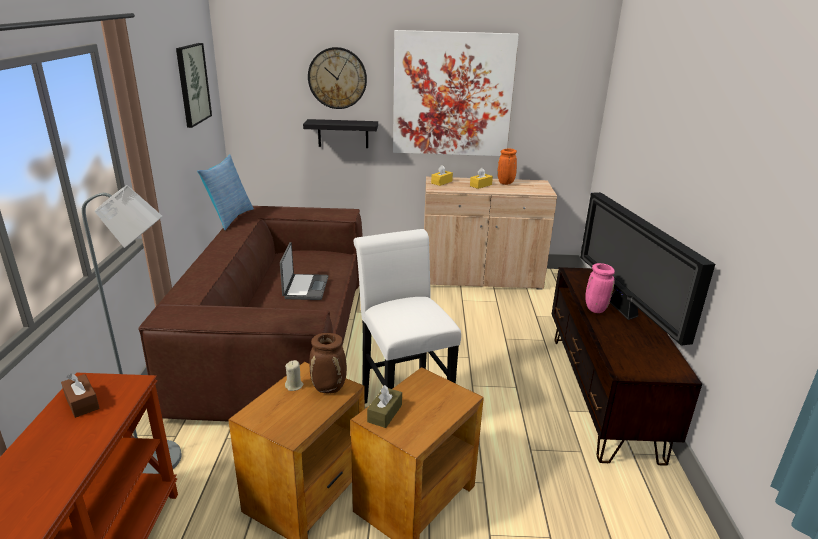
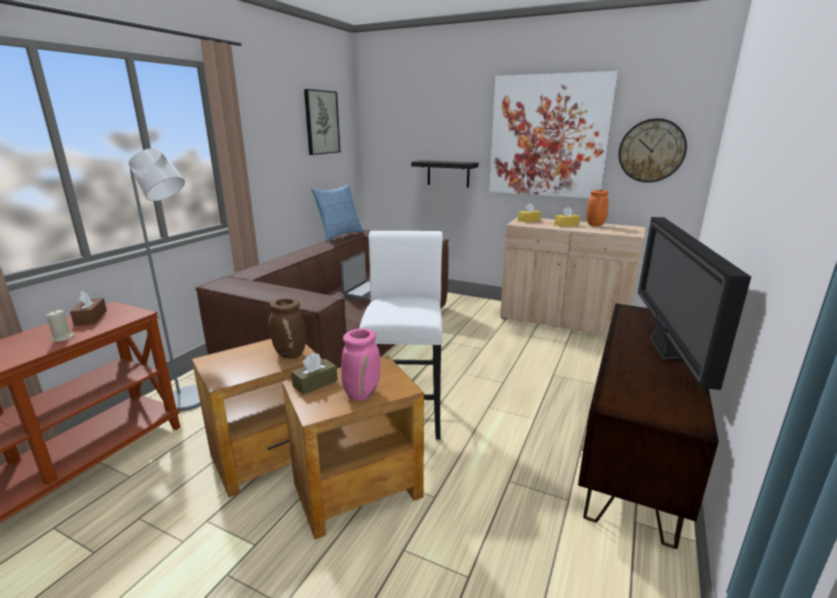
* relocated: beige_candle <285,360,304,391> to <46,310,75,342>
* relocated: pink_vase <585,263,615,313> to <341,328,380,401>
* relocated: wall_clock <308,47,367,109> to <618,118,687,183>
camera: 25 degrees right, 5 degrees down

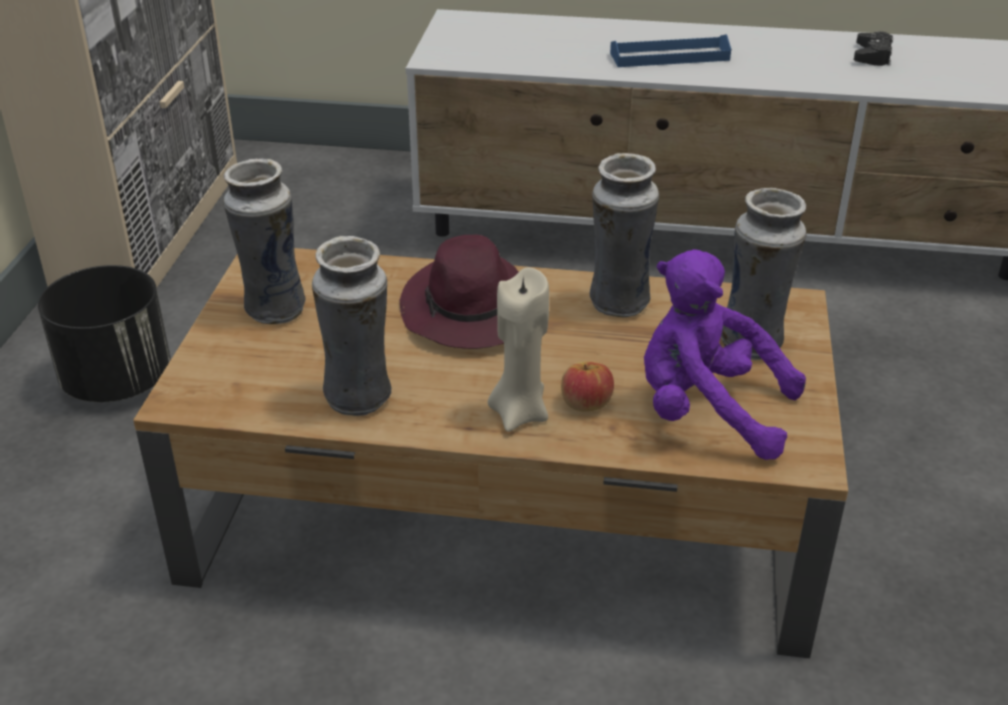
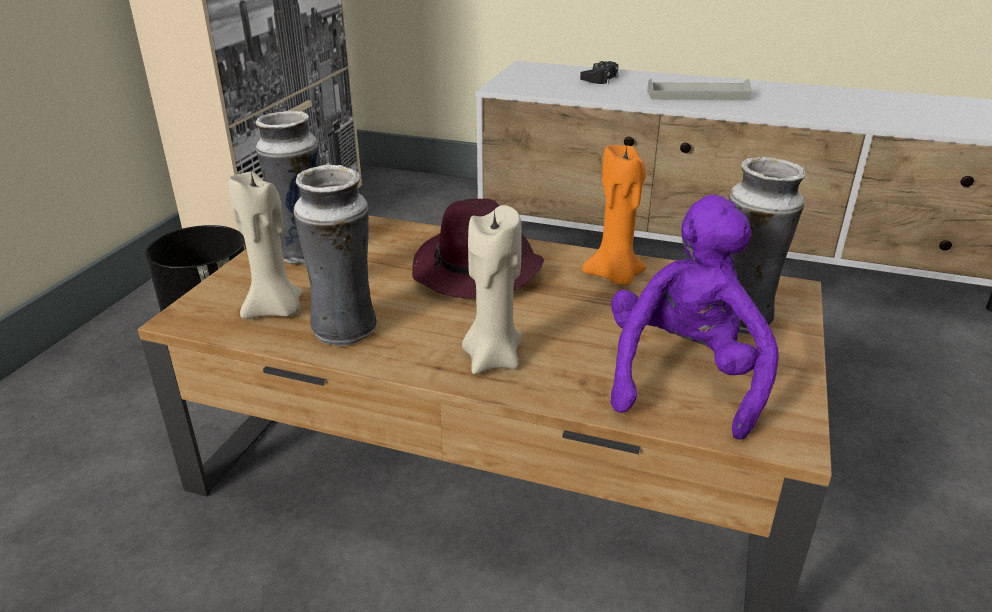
* appeared: beige_candle <228,172,302,319>
* relocated: blackish_joypad <854,32,893,66> to <580,61,619,84>
* exchanged: vase <590,153,659,317> to orange_candle <582,145,647,285>
* spun: purplish_soft_toy <644,249,806,460> = <611,195,779,440> 75 degrees clockwise
* colour: bluish_serving_tray <610,34,731,67> to gray_serving_tray <647,78,752,101>
* missing: apple_fruit <561,361,614,411>
camera: 10 degrees right, 5 degrees down

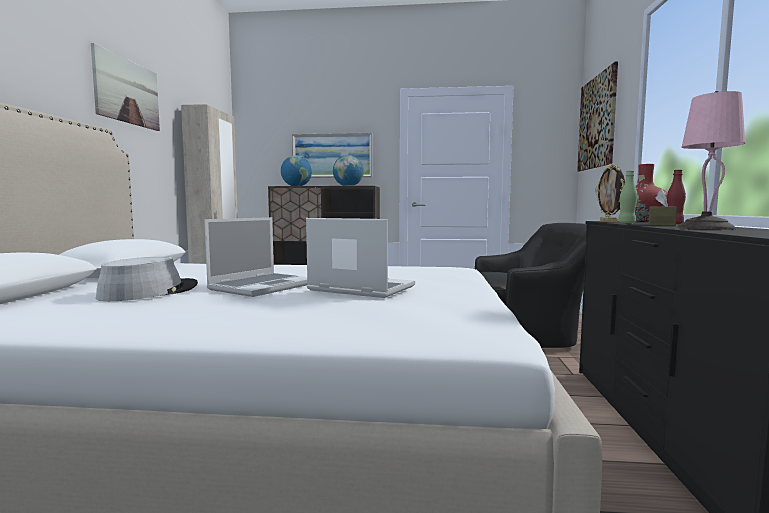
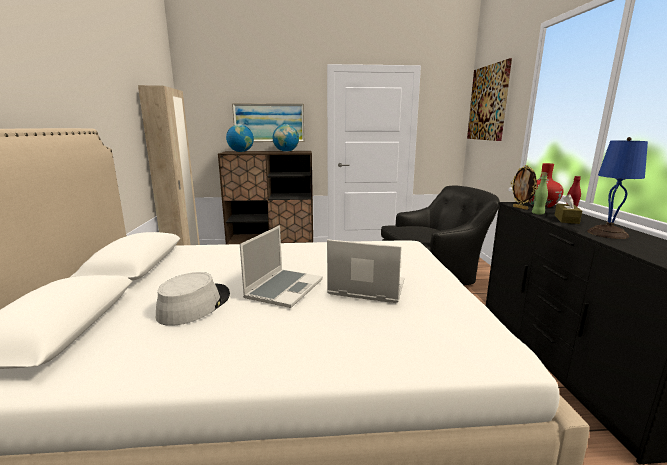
* colour: pink_table_lamp <677,91,745,230> to bluish_table_lamp <587,137,648,239>
* missing: wall_picture <91,43,160,131>
camera: 10 degrees left, 10 degrees up

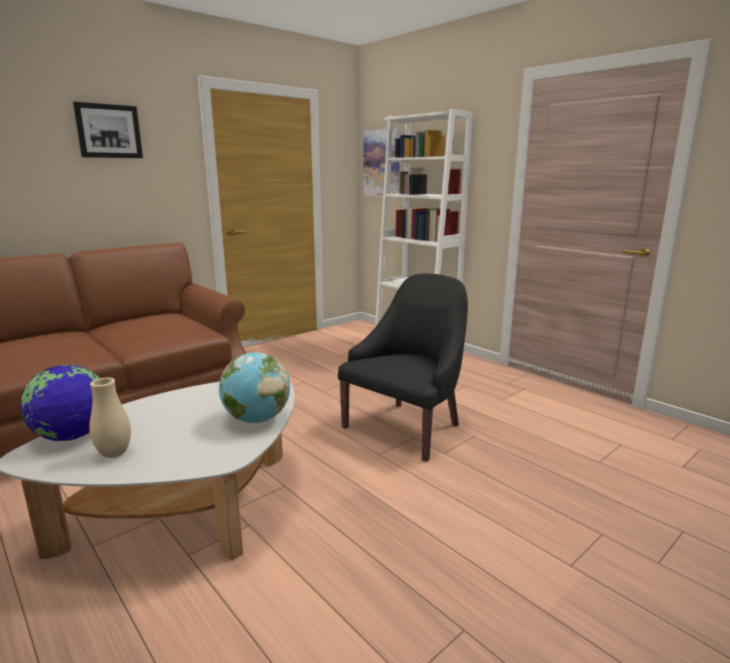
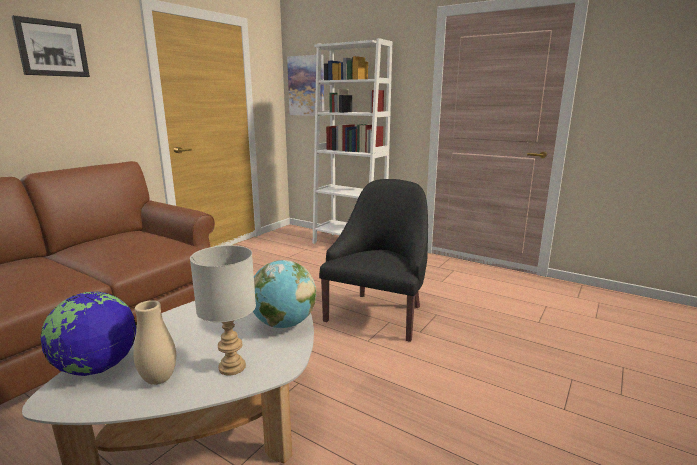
* appeared: gray_table_lamp <190,245,256,376>
camera: 15 degrees left, 0 degrees up

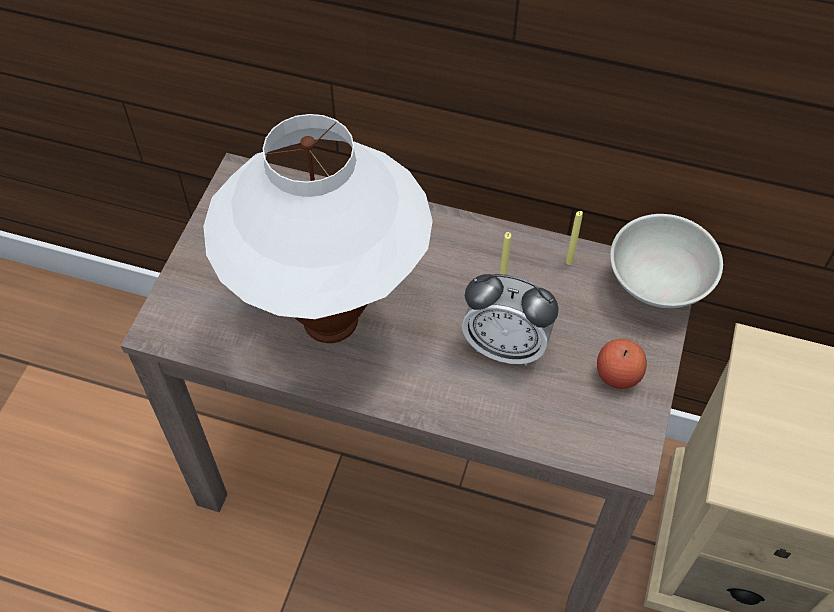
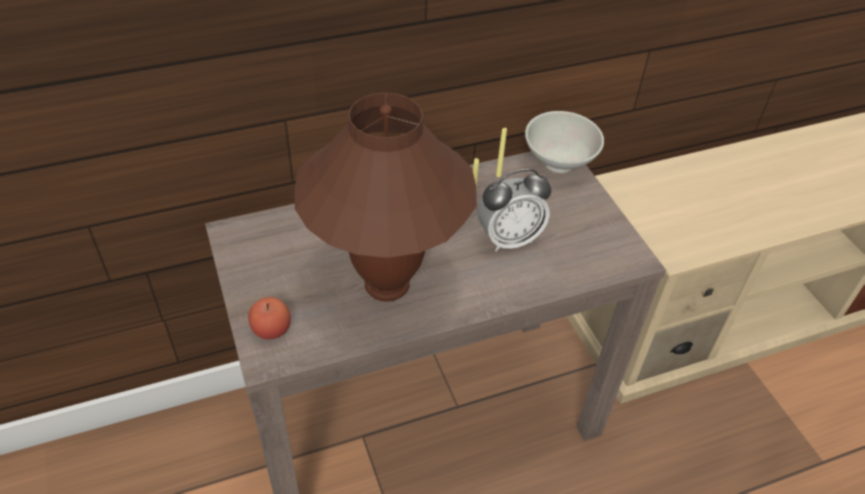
* relocated: apple_fruit <597,339,647,389> to <248,297,291,339>
* colour: white_table_lamp <203,114,433,343> to brownish_table_lamp <295,93,477,302>
camera: 40 degrees left, 10 degrees down

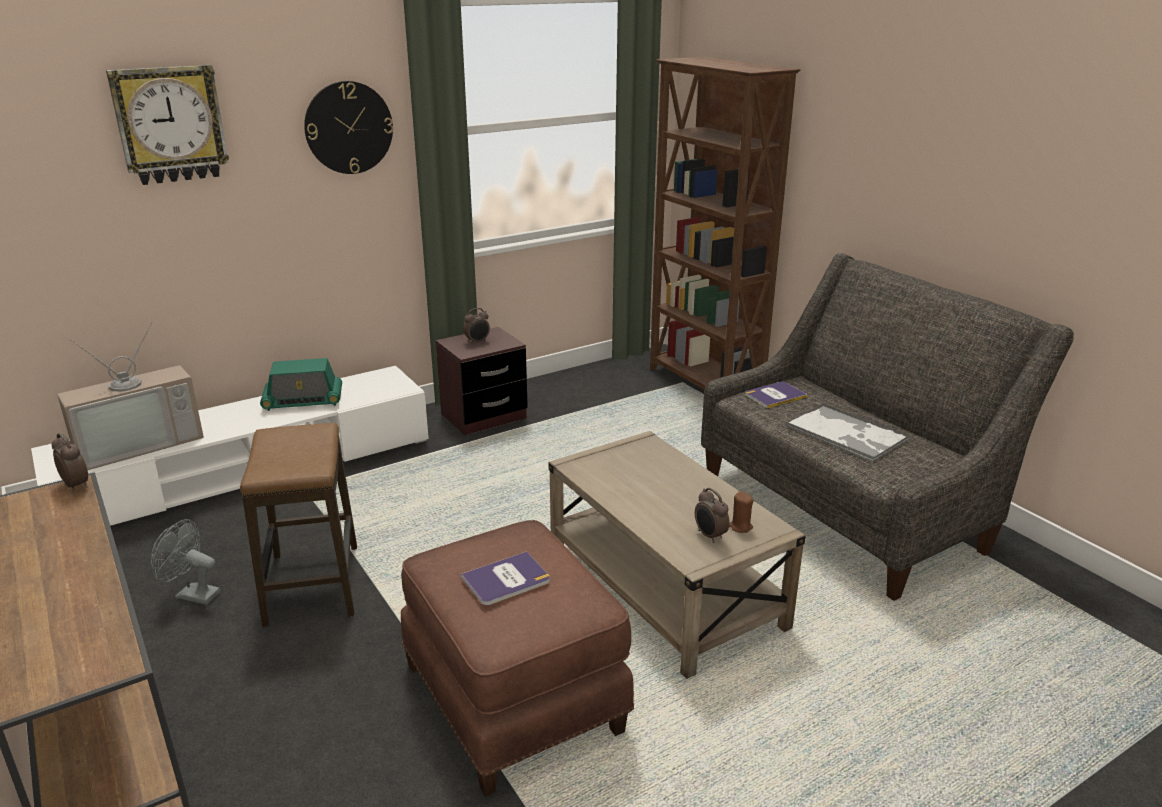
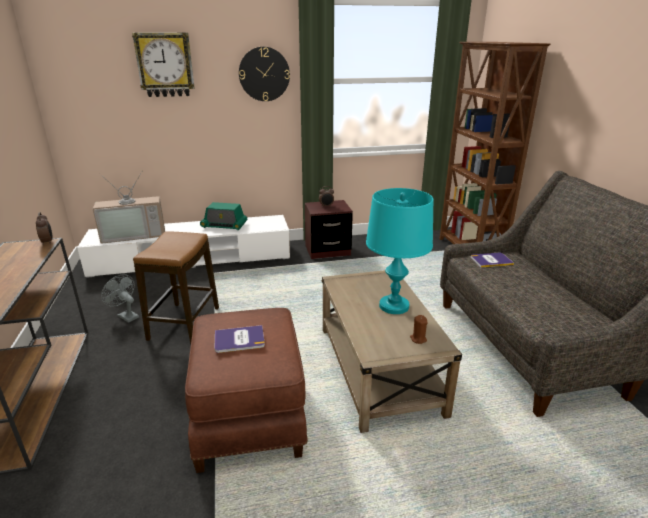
* appeared: turquoise_table_lamp <366,188,434,314>
* missing: table_clock <695,488,730,543>
* missing: serving_tray <786,403,910,462>
camera: 20 degrees right, 0 degrees up

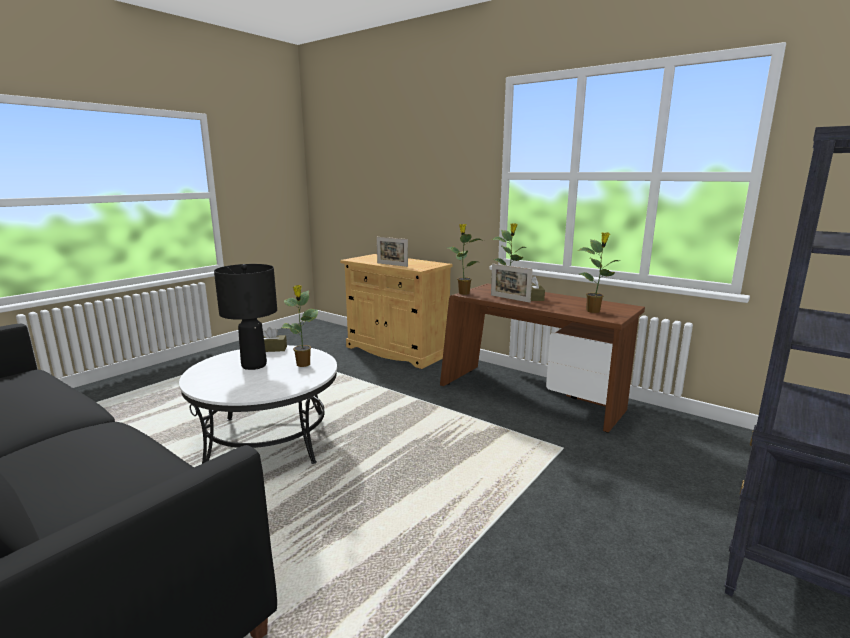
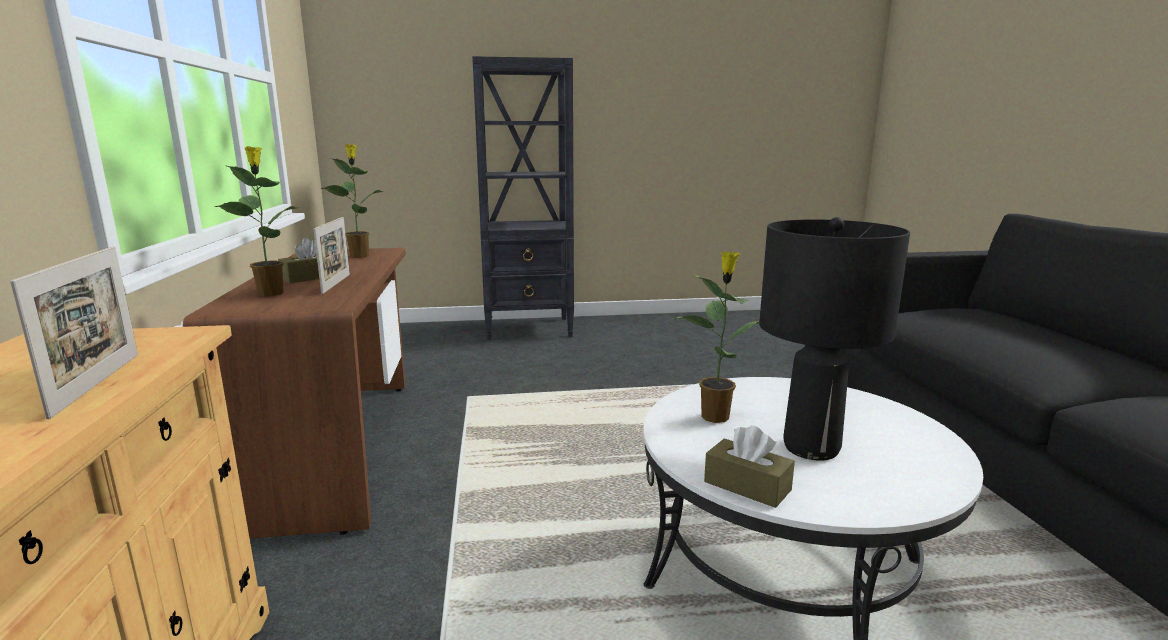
* missing: plant_in_a_pot <448,224,484,295>
camera: 135 degrees left, 0 degrees up

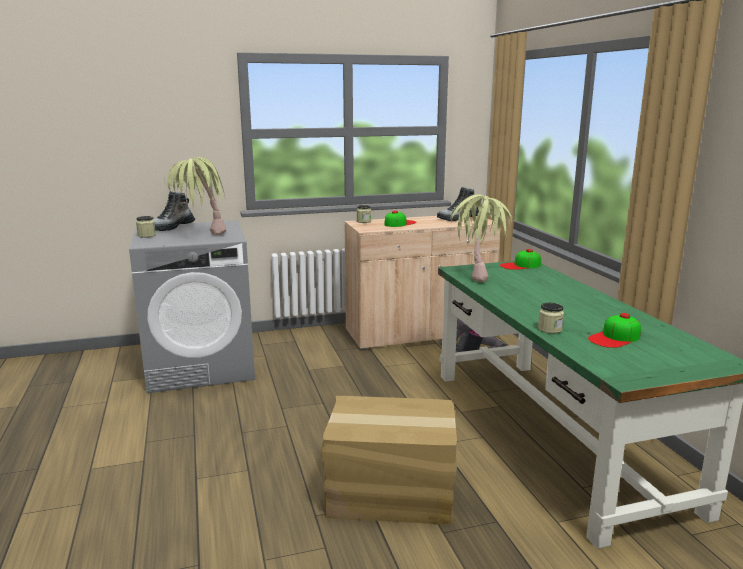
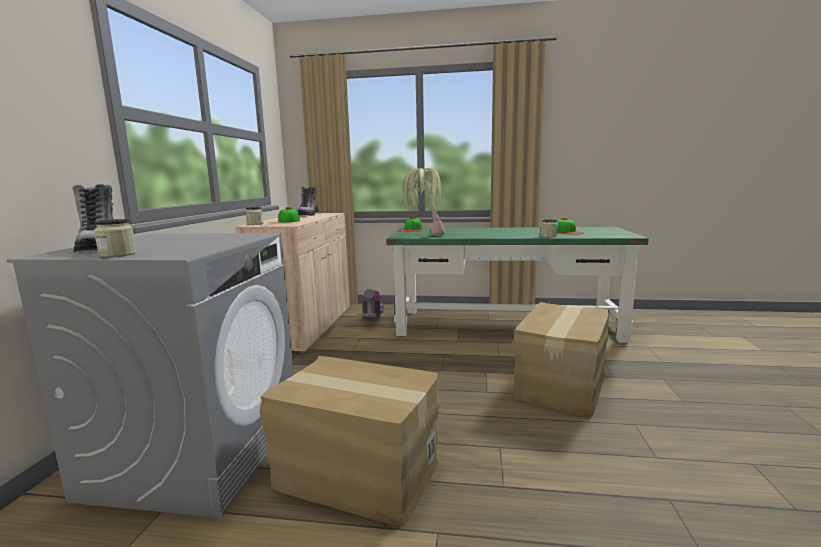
* appeared: carton <259,356,439,527>
* missing: plant_in_a_pot <164,157,226,235>
camera: 65 degrees left, 5 degrees down

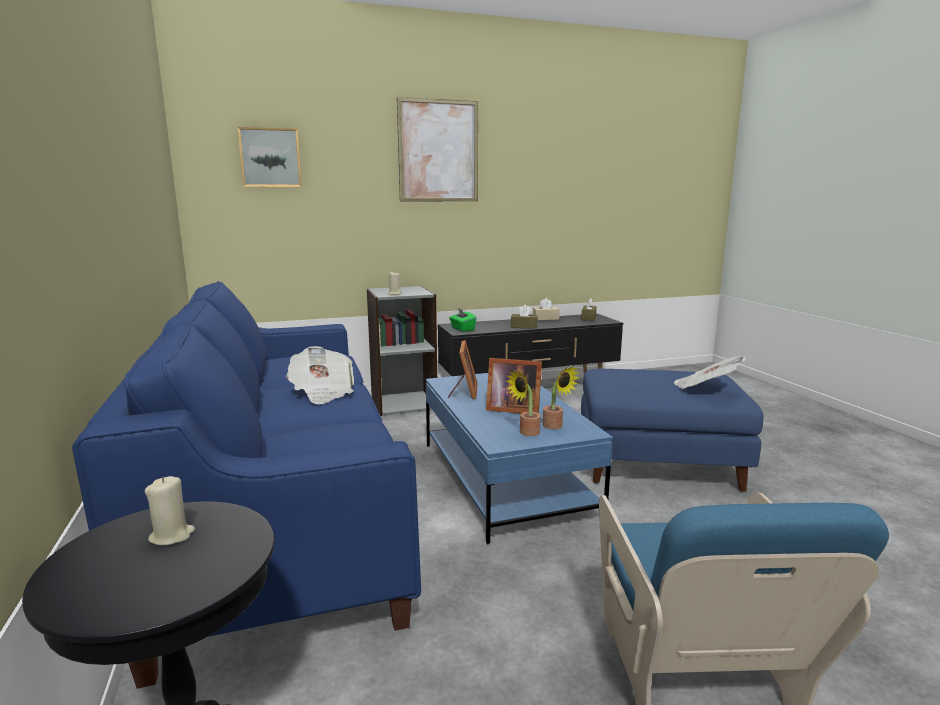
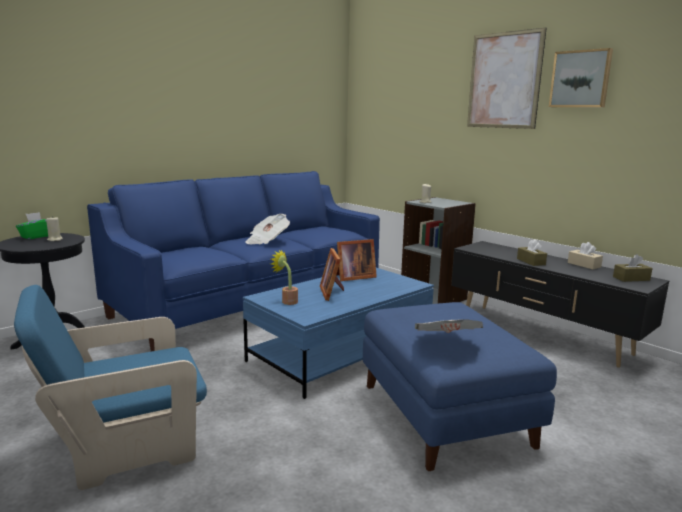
* relocated: green_tissue_holder <449,308,476,332> to <16,212,48,239>
* relocated: wall_picture <238,127,302,187> to <549,48,613,107>
* missing: plant_in_a_pot <543,366,579,429>
camera: 65 degrees right, 0 degrees up

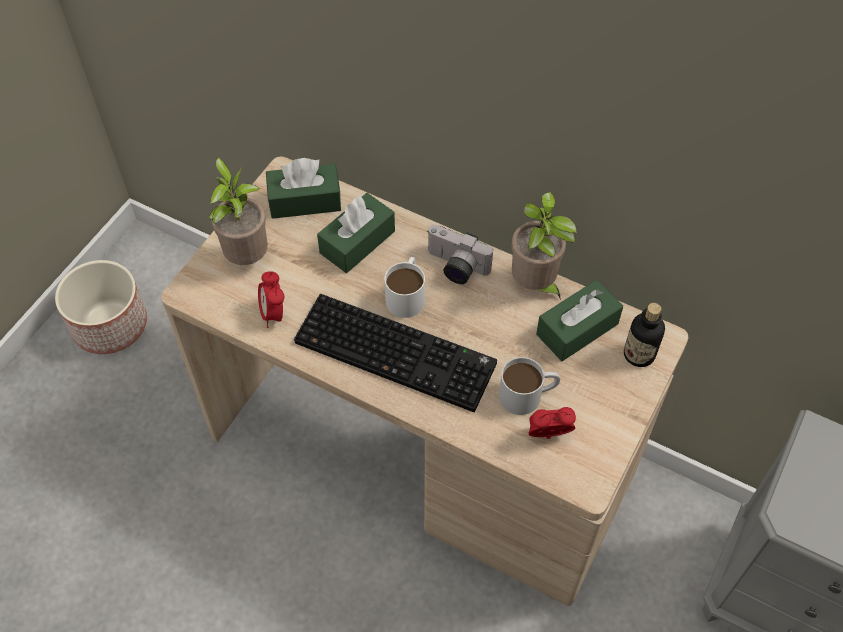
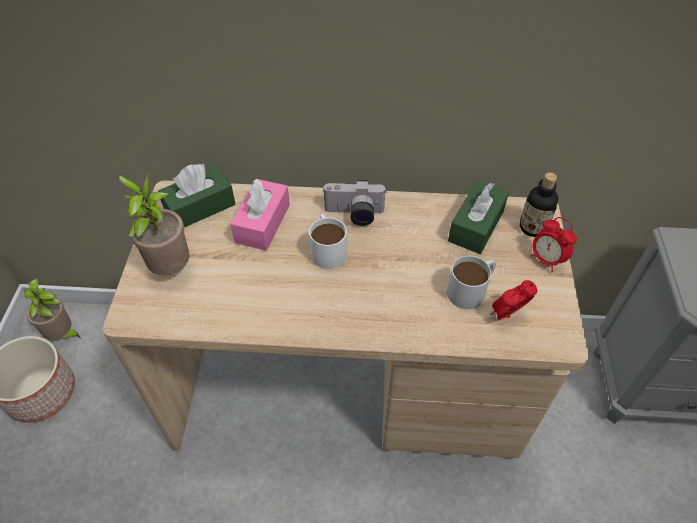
* relocated: plant_in_a_pot <511,192,577,300> to <24,278,80,340>
* colour: green_tissue_holder <317,193,395,273> to pink_tissue_holder <230,179,290,251>
* relocated: table_clock <258,271,284,328> to <530,217,577,272>
* missing: computer_keyboard <294,294,497,412>
camera: 25 degrees left, 5 degrees down

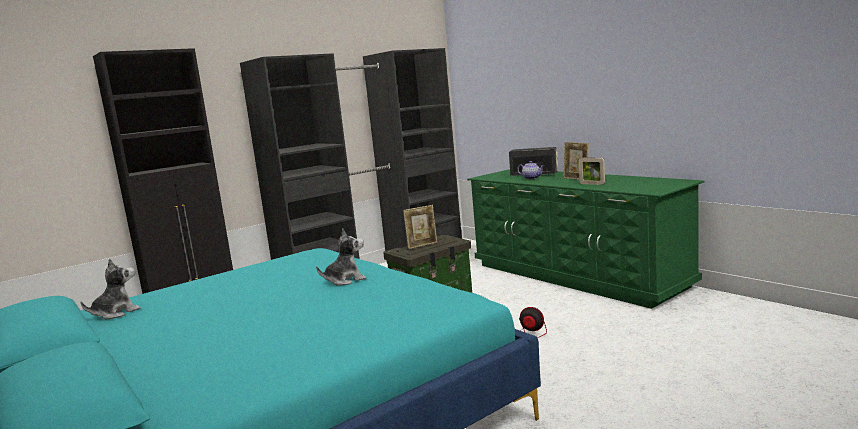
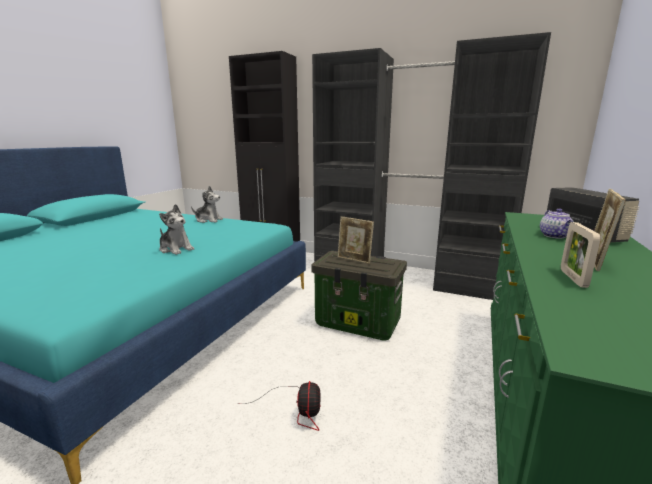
* relocated: soft_toy <81,258,141,319> to <191,186,223,223>
camera: 60 degrees right, 5 degrees up

